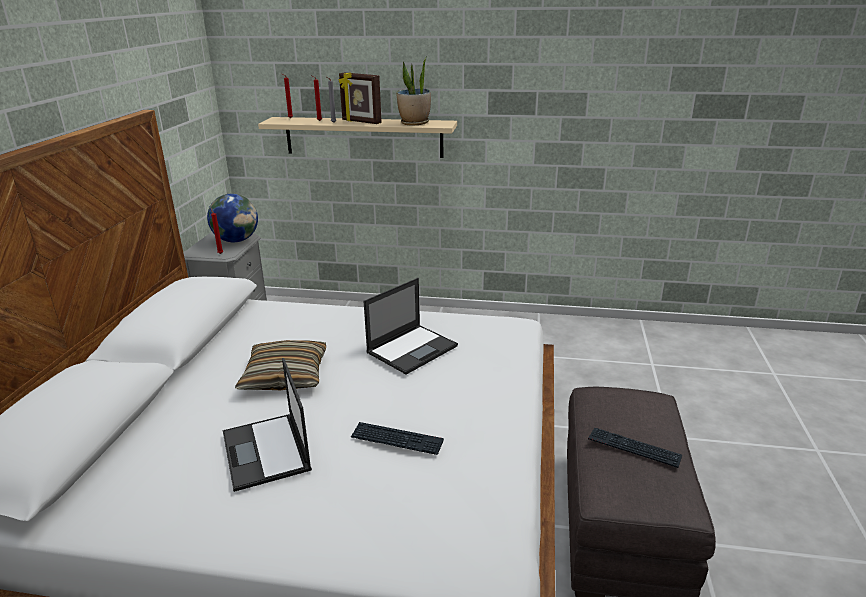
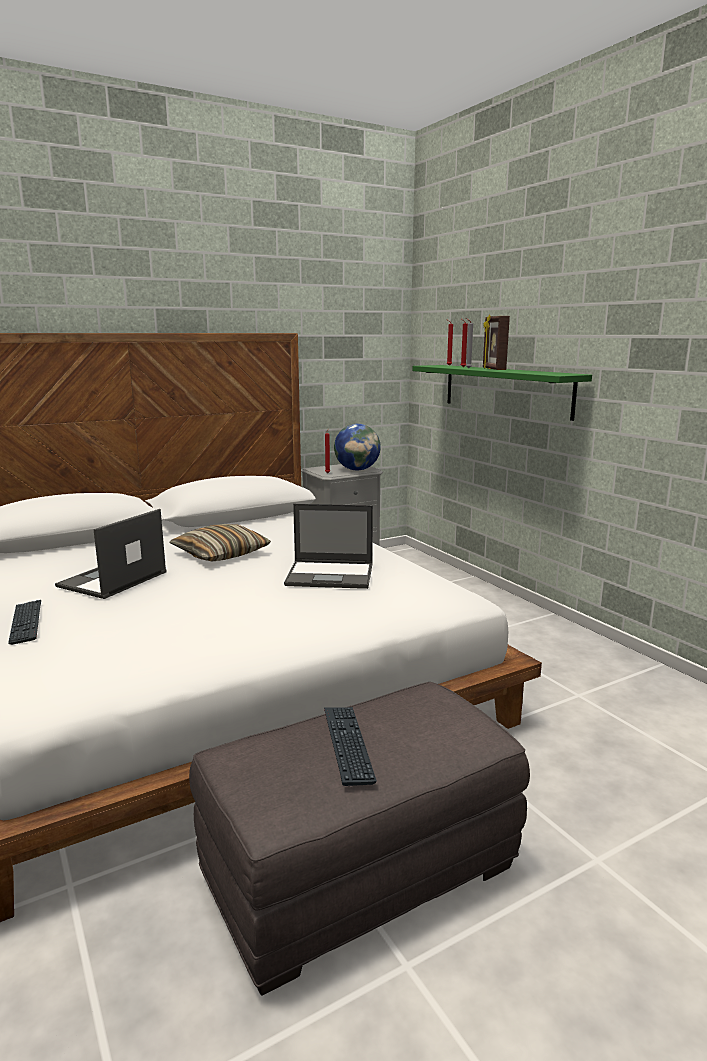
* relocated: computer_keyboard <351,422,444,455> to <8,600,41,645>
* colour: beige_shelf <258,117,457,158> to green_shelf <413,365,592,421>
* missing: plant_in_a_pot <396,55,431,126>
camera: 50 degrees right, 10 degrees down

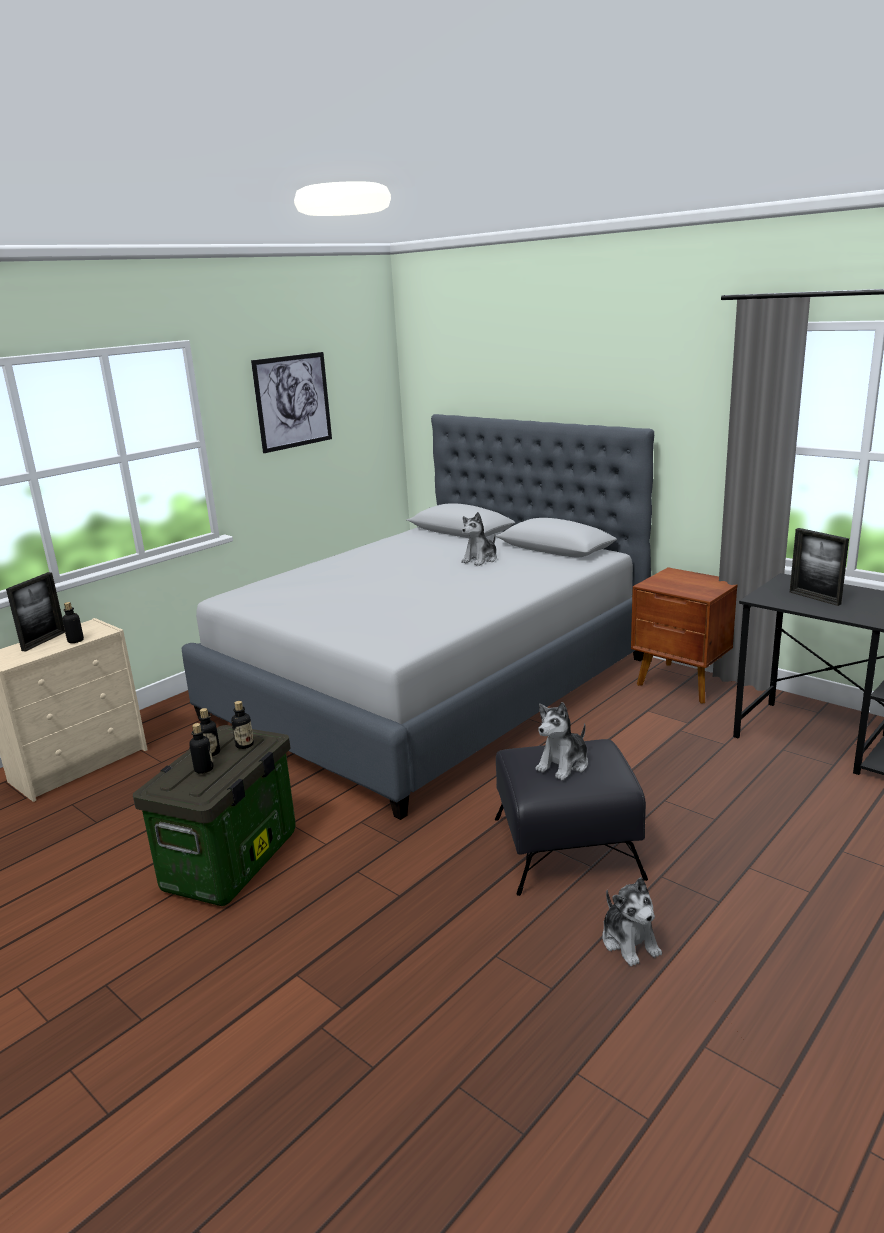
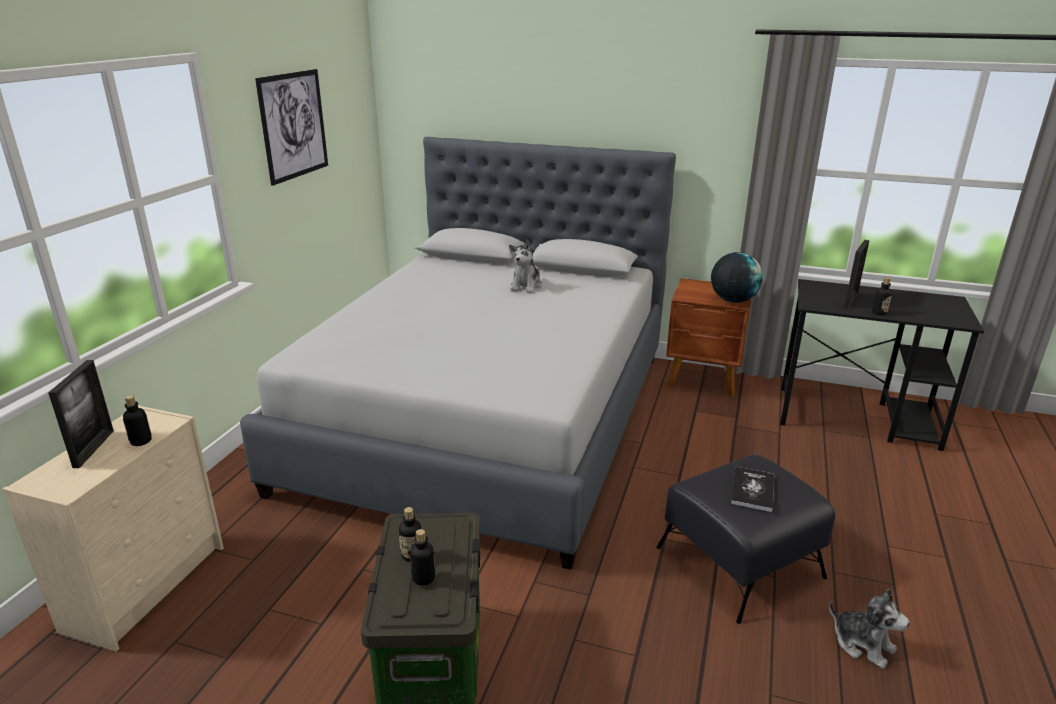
* appeared: desk_globe <711,252,763,303>
* exchanged: soft_toy <536,702,588,780> to bound_book <731,467,774,512>
* spun: photo_frame <790,528,849,606> = <844,240,870,309> 90 degrees counterclockwise
* relocated: drink_bottle <231,701,254,749> to <872,277,892,315>
camera: 25 degrees left, 5 degrees up

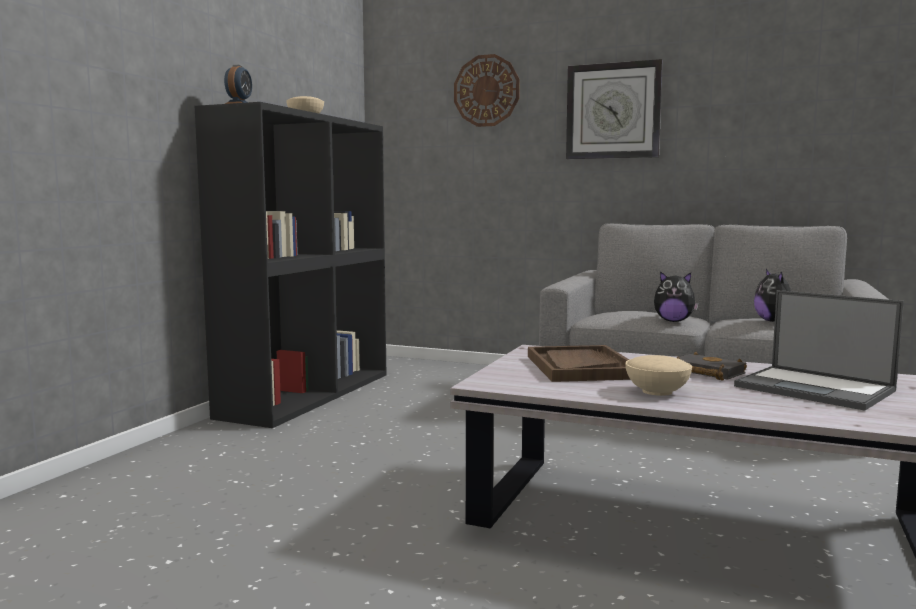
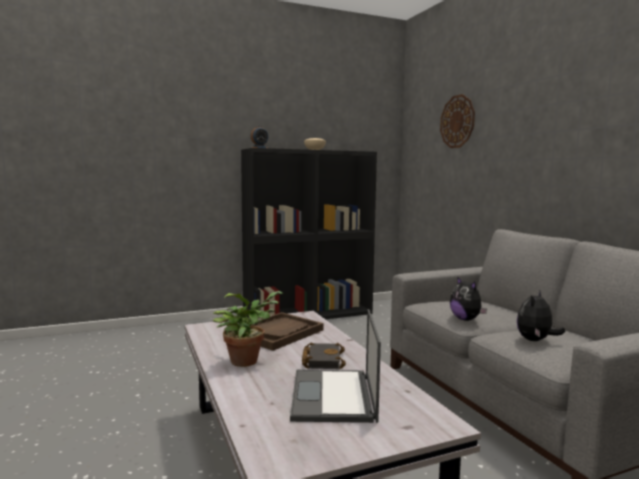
* exchanged: beige_serving_bowl <625,355,692,396> to plant_in_a_pot <213,291,284,367>
* missing: wall_clock <566,59,663,159>
camera: 45 degrees right, 0 degrees up

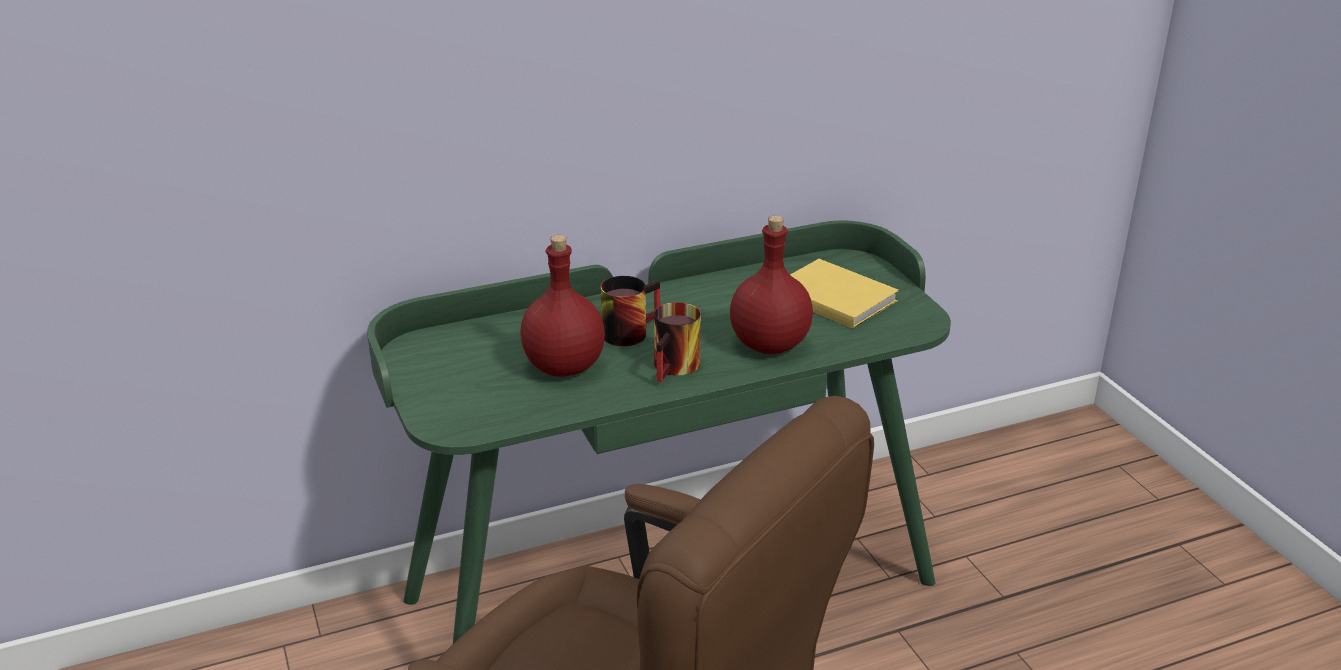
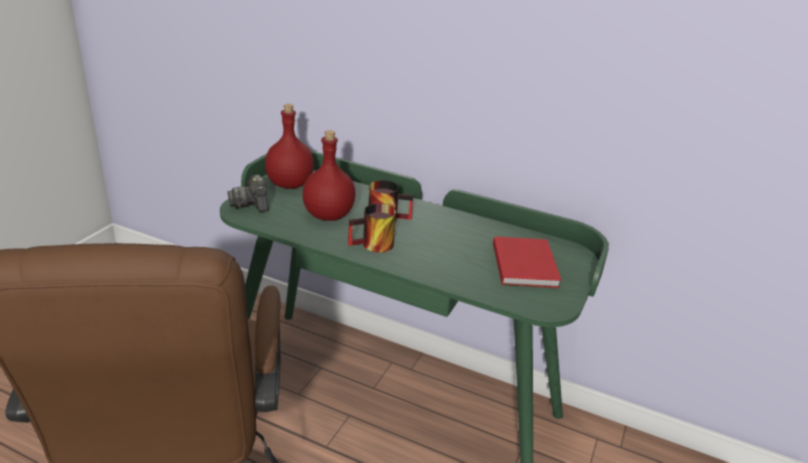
* appeared: still_camera <228,175,269,213>
* relocated: red_drink_bottle <730,215,813,354> to <265,104,314,189>
* colour: yellowish_bound_book <790,259,899,329> to red_bound_book <493,236,562,288>
camera: 45 degrees right, 0 degrees up

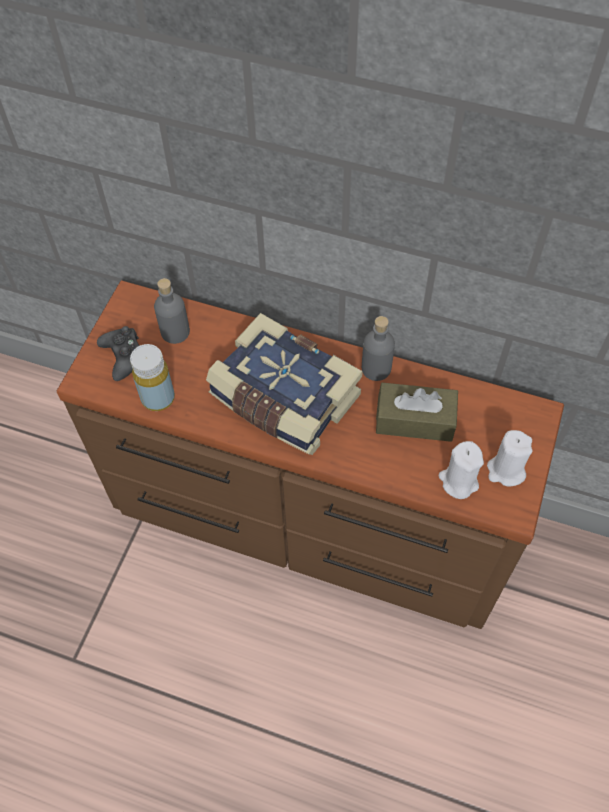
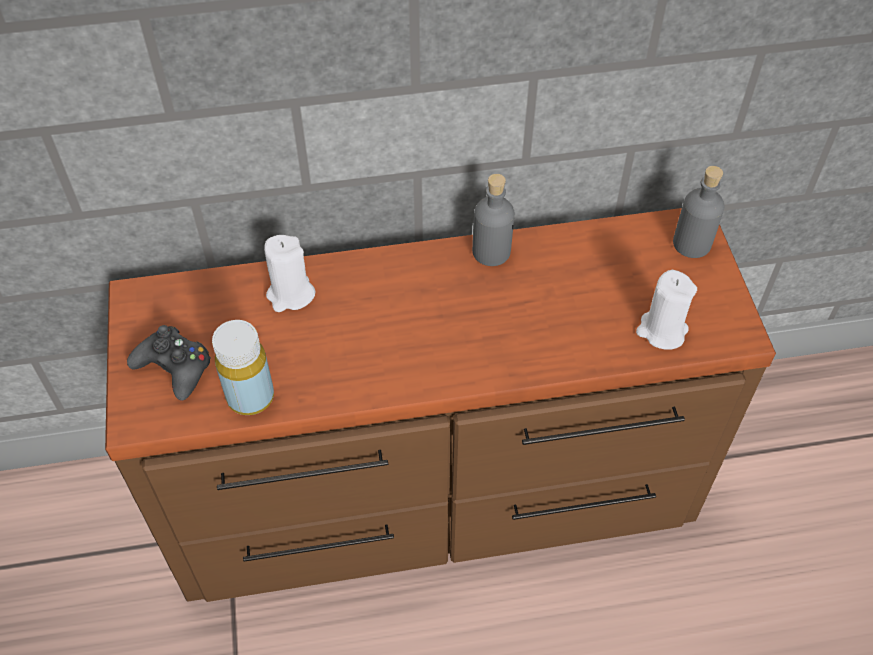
* relocated: white_candle <487,430,533,486> to <264,235,315,312>
* relocated: gray_drink_bottle <154,278,190,344> to <673,166,724,258>
* missing: bound_book <206,313,363,455>
* missing: brownish_tissue_holder <376,383,458,442>
camera: 30 degrees left, 5 degrees down

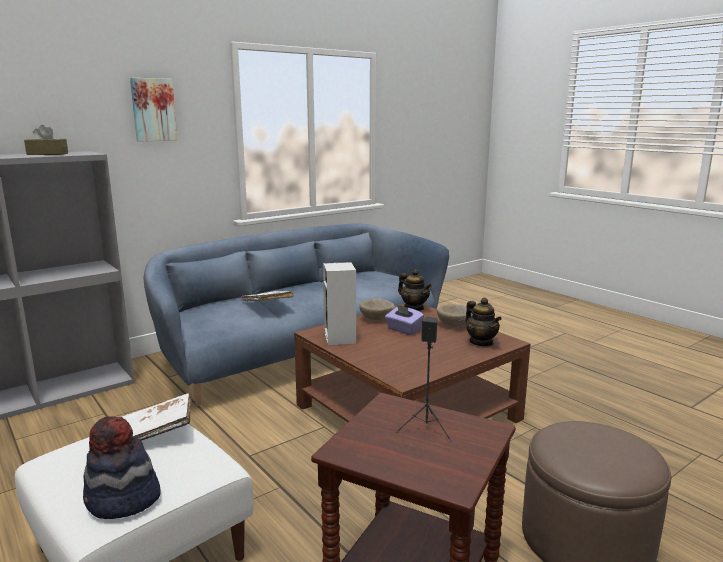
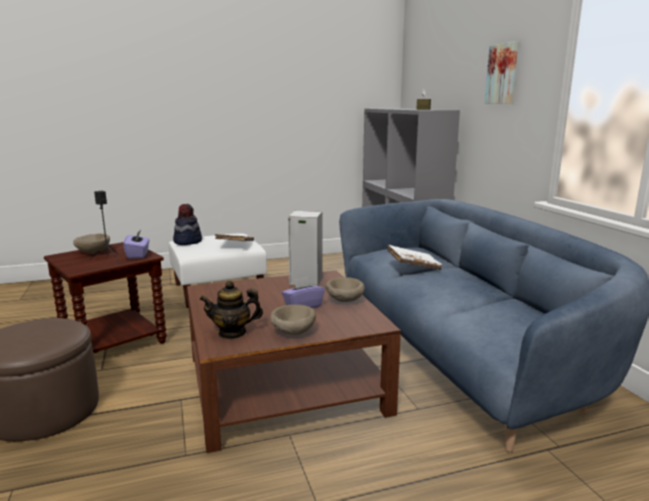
* appeared: beige_serving_bowl <73,233,110,254>
* appeared: purplish_tissue_holder <123,230,150,259>
* missing: teapot <398,269,432,311>
camera: 110 degrees right, 0 degrees up

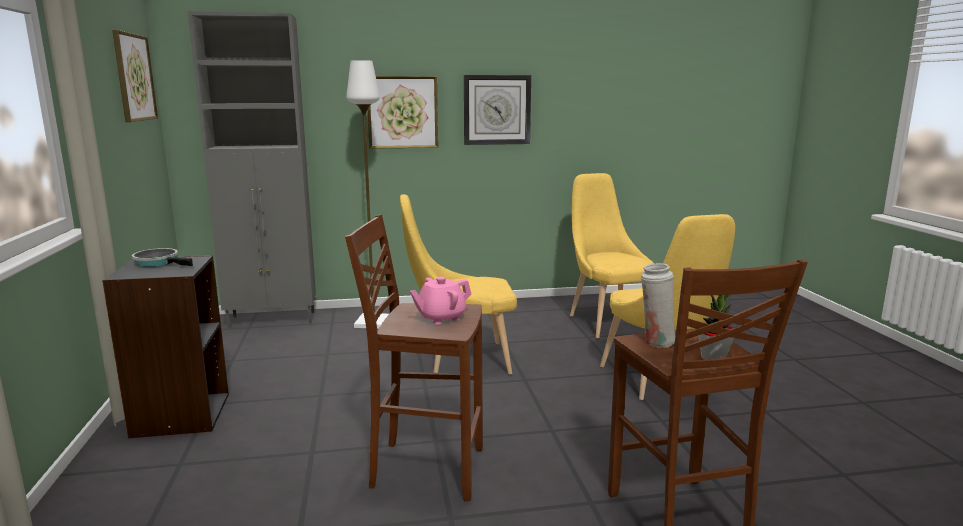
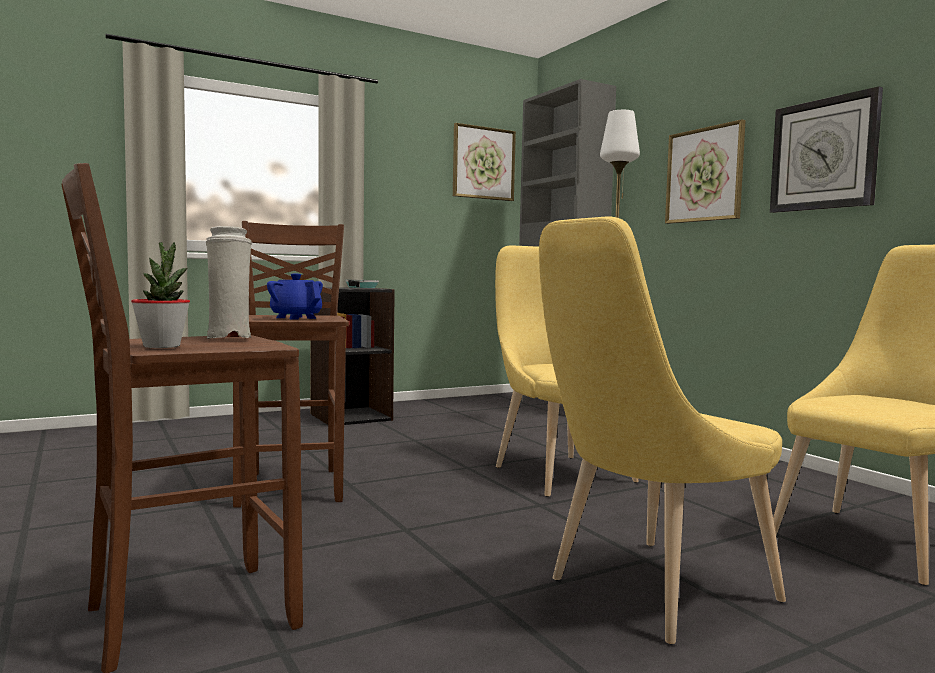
* colour: pink_teapot <410,277,472,325> to bluish_teapot <267,274,323,320>
camera: 70 degrees right, 10 degrees down

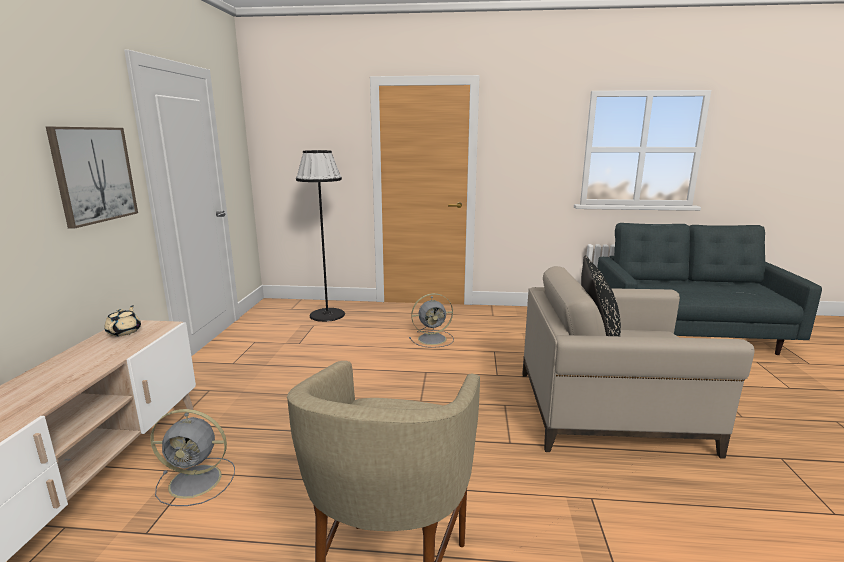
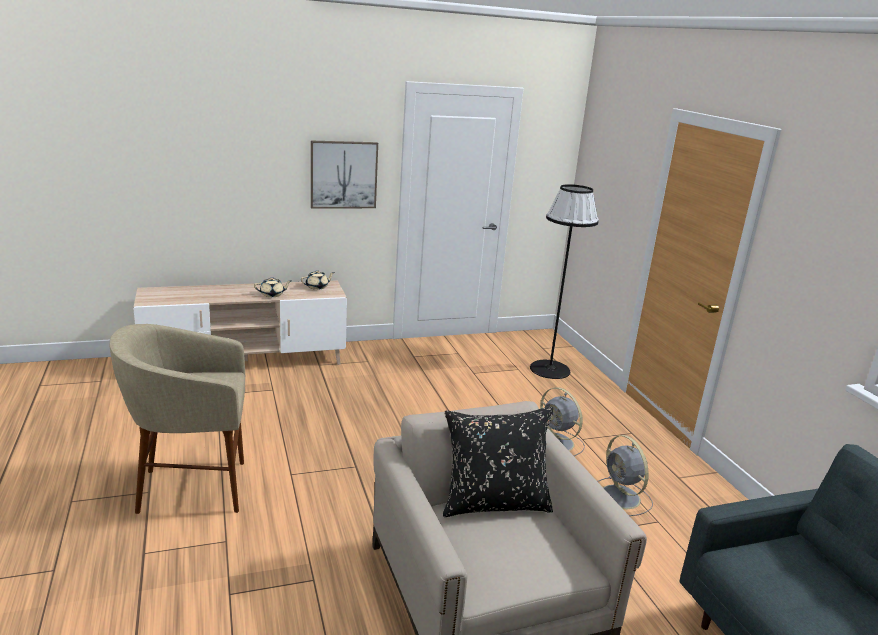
* appeared: beige_teapot <254,277,291,297>
* relocated: gray_cooling_fan <150,409,235,506> to <597,435,653,516>
camera: 65 degrees right, 5 degrees up

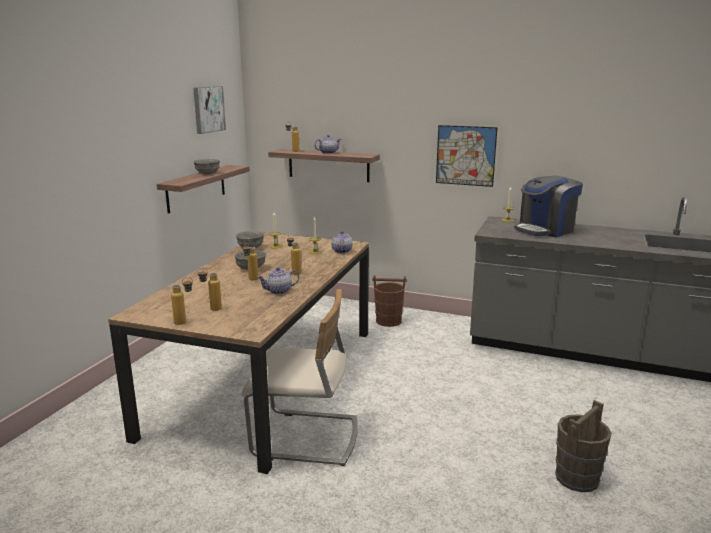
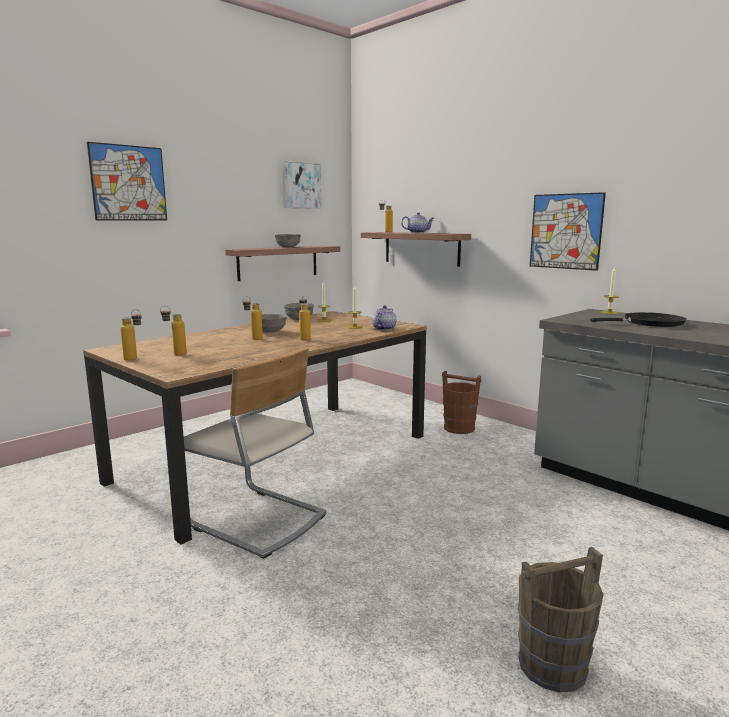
* appeared: wall_picture <87,142,167,220>
* exchanged: coffee_maker <514,176,583,237> to blackish_skillet <590,312,686,327>
* missing: teapot <257,267,299,294>
camera: 25 degrees right, 5 degrees down

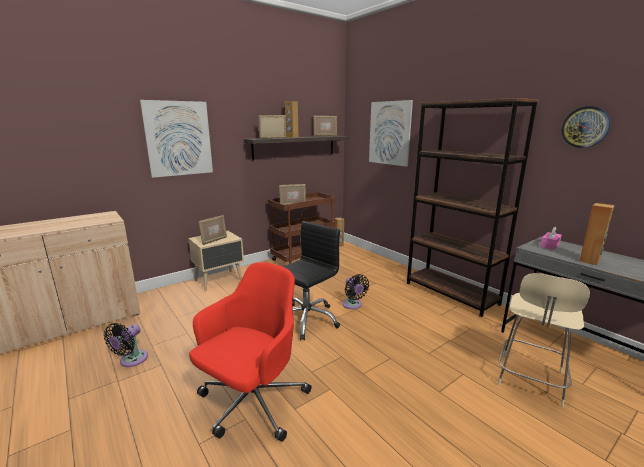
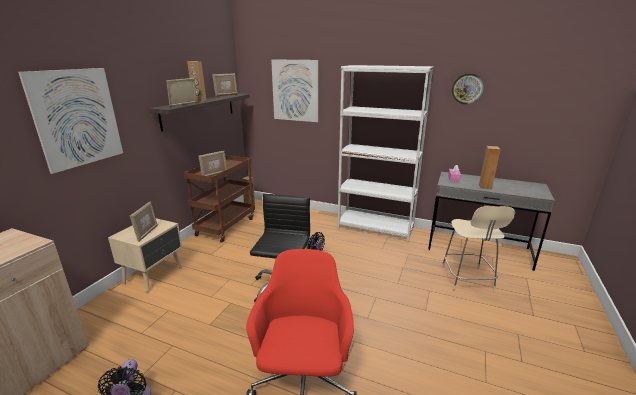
* colour: brownish_bookshelf <407,98,539,317> to white_bookshelf <337,65,434,242>
camera: 30 degrees left, 5 degrees up

